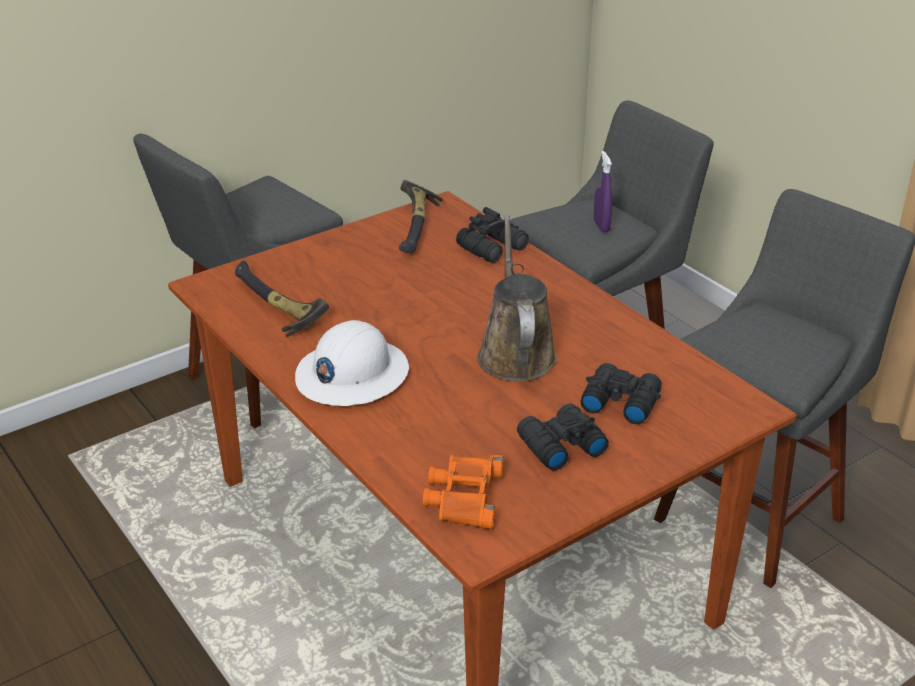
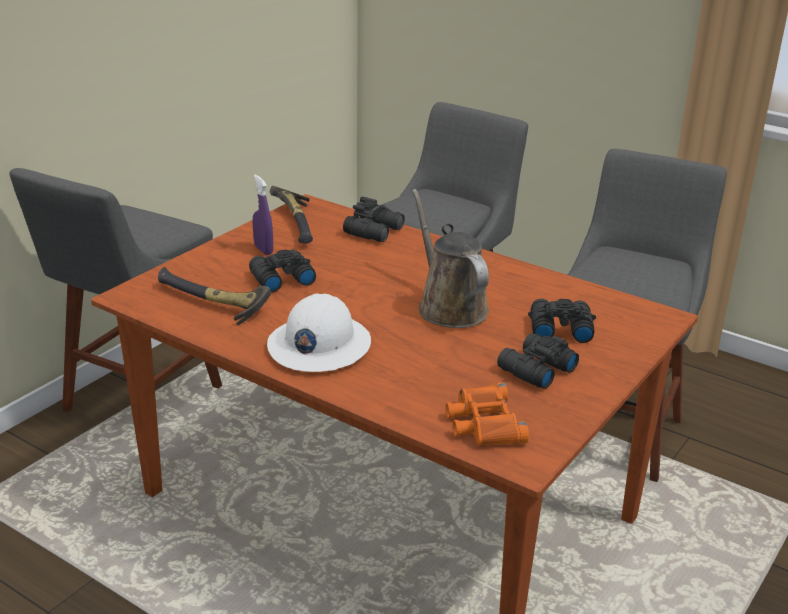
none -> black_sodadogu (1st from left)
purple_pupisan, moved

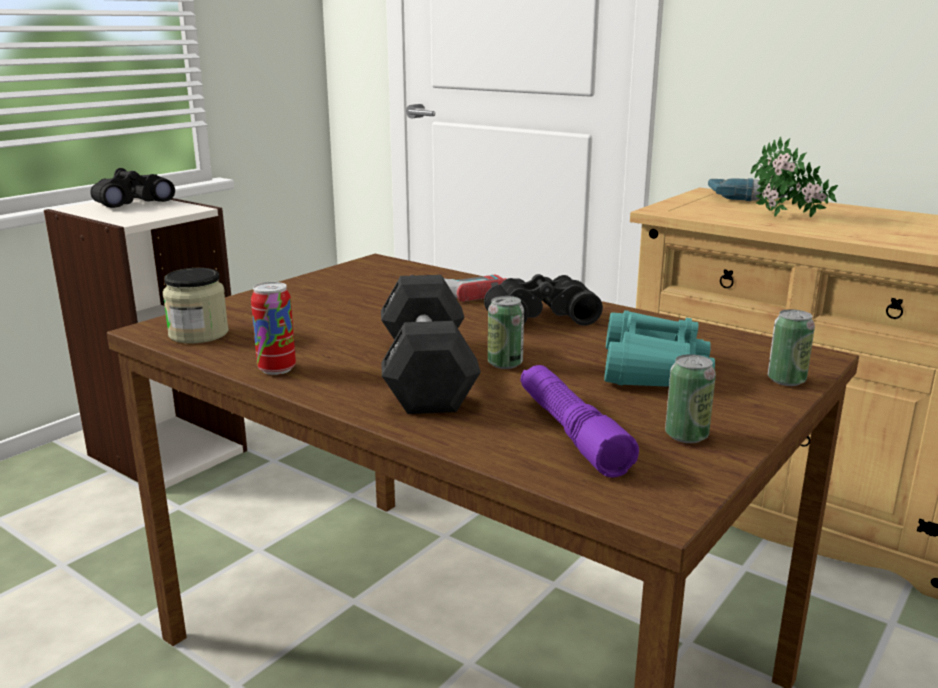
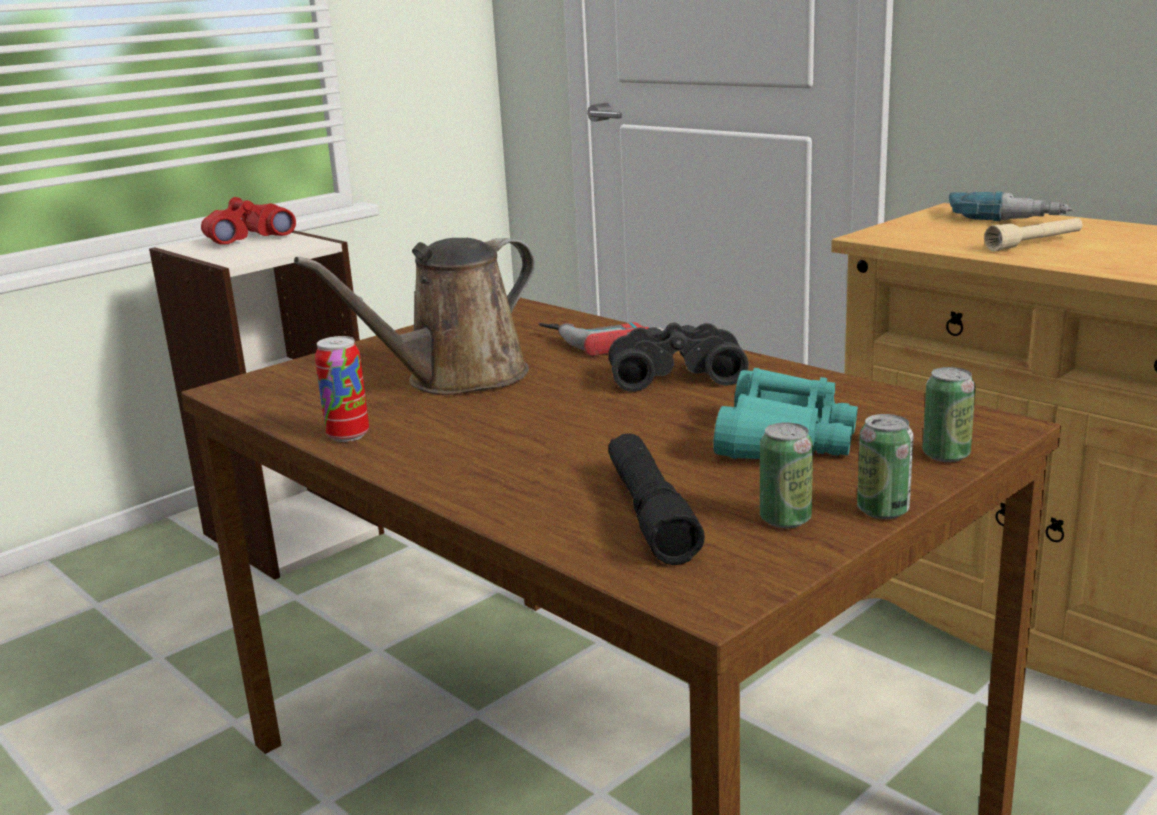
black_sodadogu (1st from left) -> red_sodadogu
none -> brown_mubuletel
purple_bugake -> black_bugake
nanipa (2nd from left in the first image) -> nanipa (3rd from left), moved
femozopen -> beige_bugake
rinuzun -> none
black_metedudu -> none

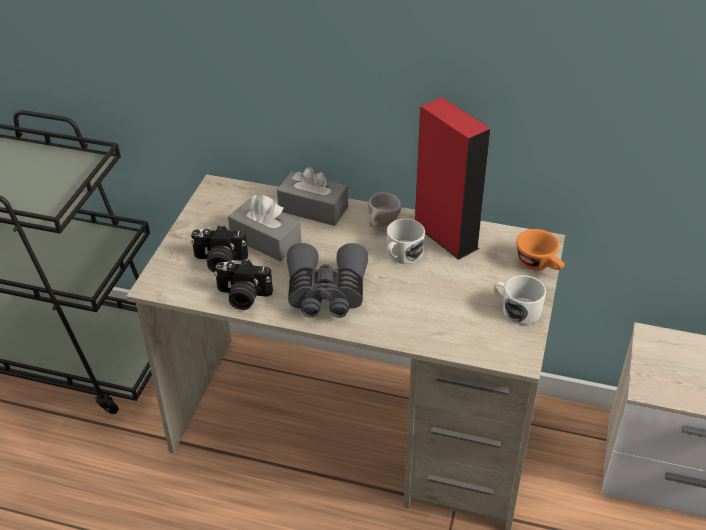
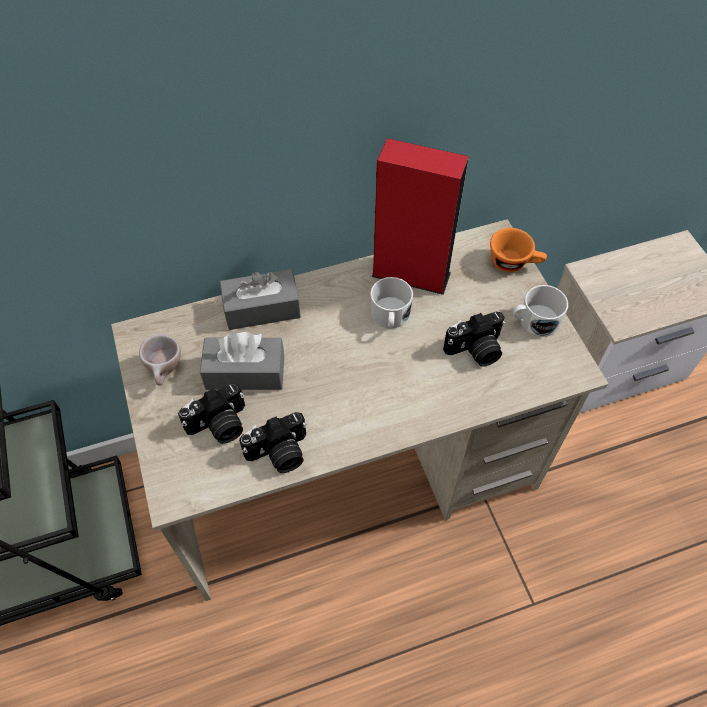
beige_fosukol, moved
none -> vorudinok (3rd from left)
grey_sodadogu -> none

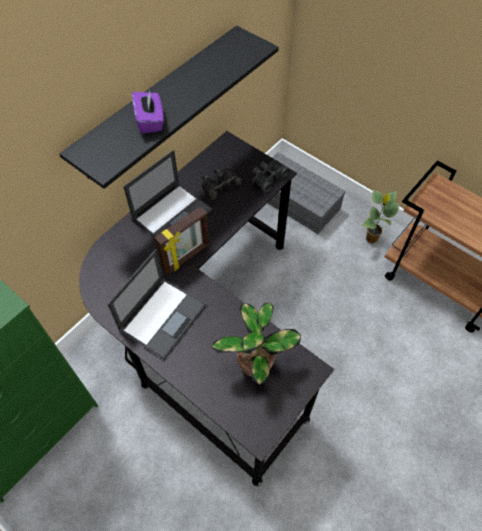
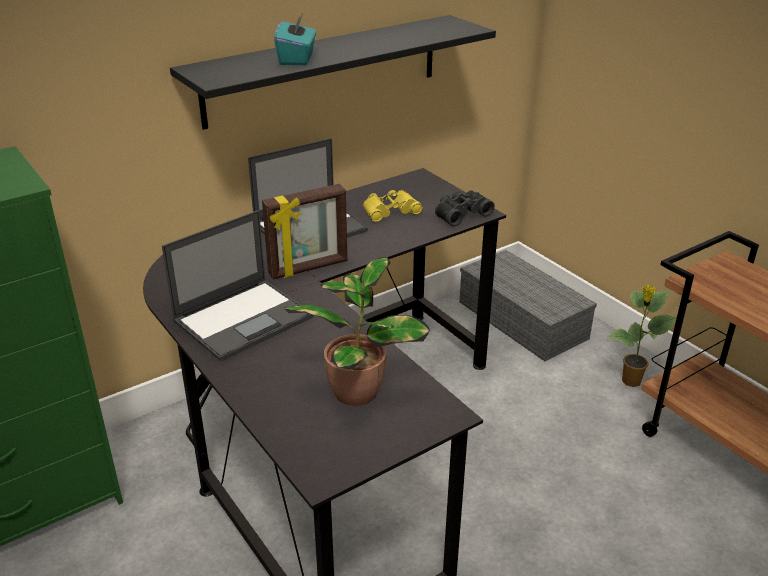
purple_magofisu -> turquoise_magofisu
black_sodadogu (1st from left) -> yellow_sodadogu

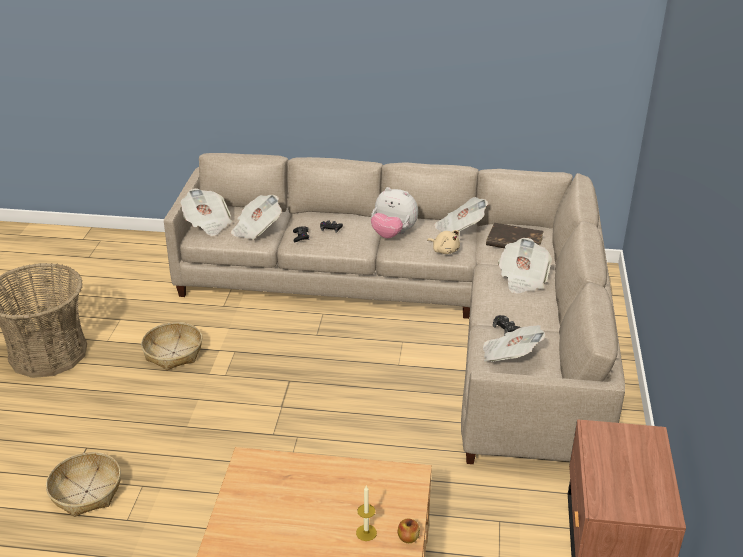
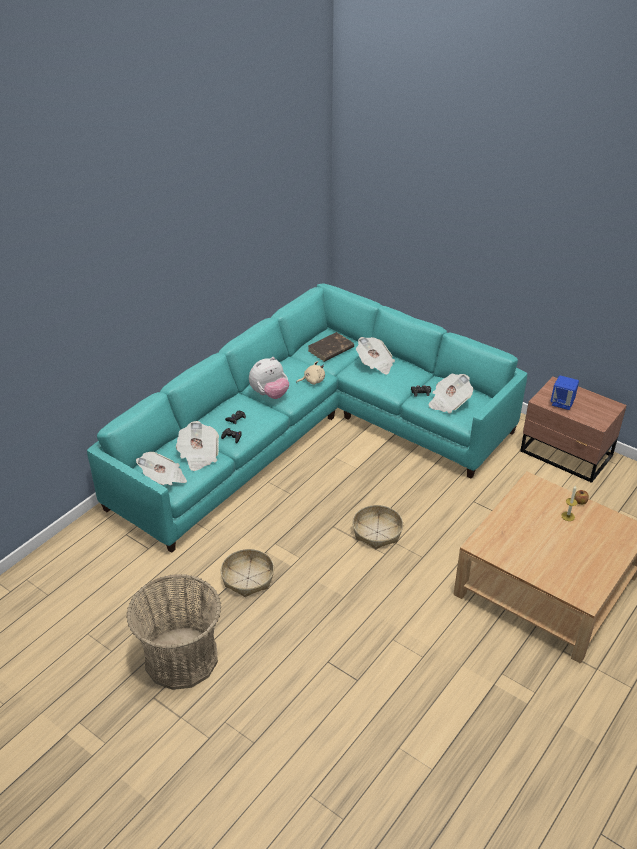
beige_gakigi -> turquoise_gakigi
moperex (2nd from left in the first image) -> moperex (3rd from left), moved
none -> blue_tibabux
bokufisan (3rd from left) -> none

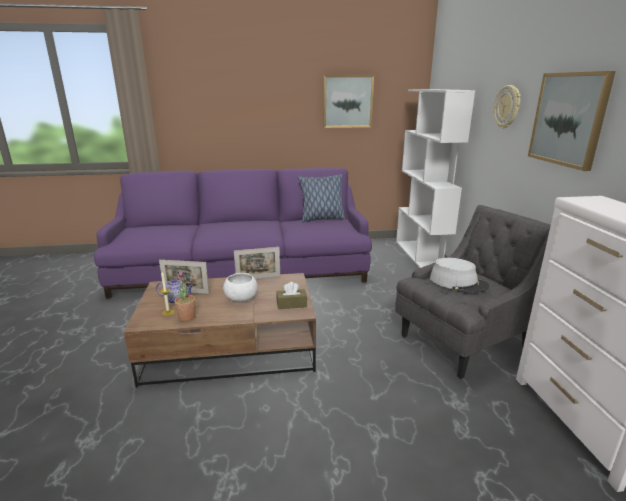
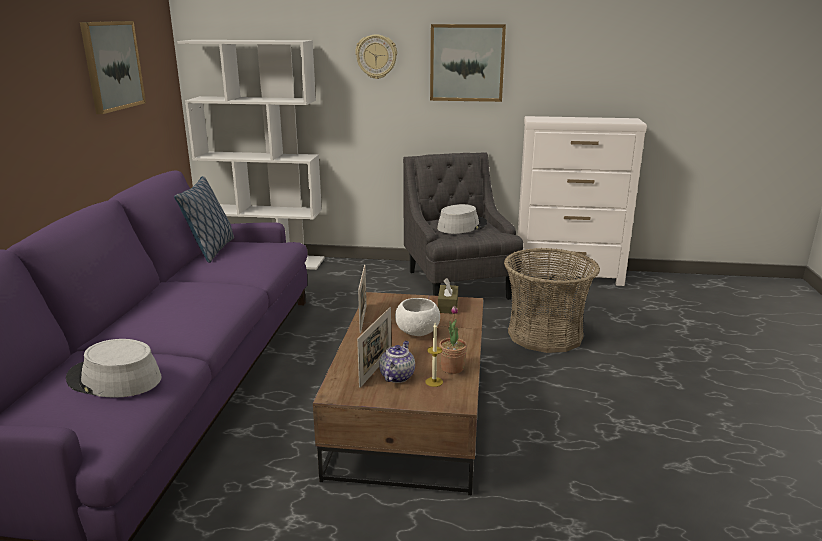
none -> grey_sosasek (1st from left)
none -> moperex

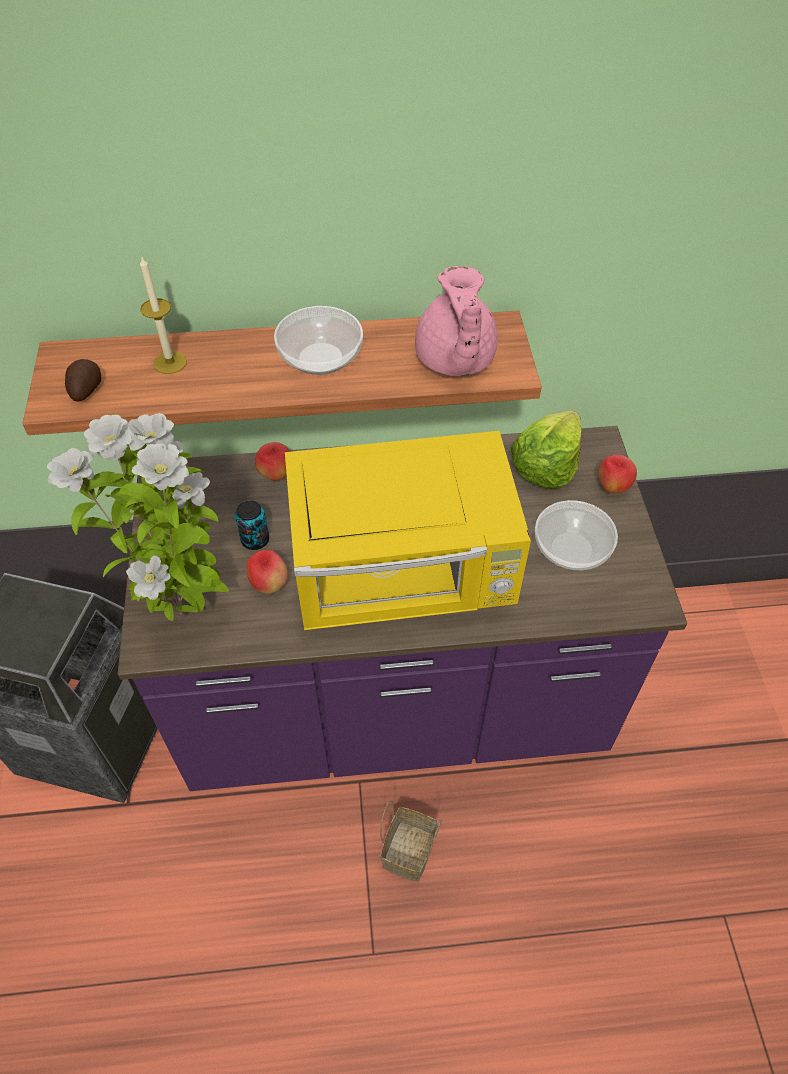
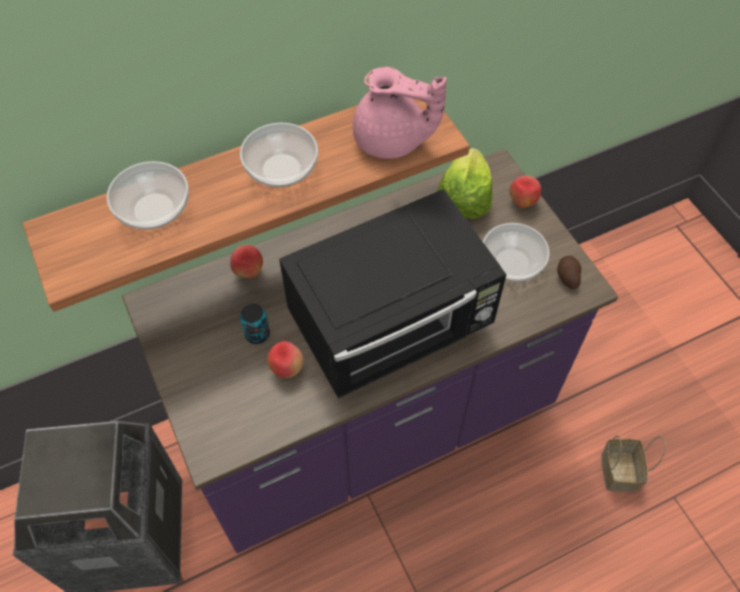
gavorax -> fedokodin (1st from left)
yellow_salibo -> black_salibo
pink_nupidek, 45 degrees counterclockwise
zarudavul, moved
moperex, moved
femozopen -> none

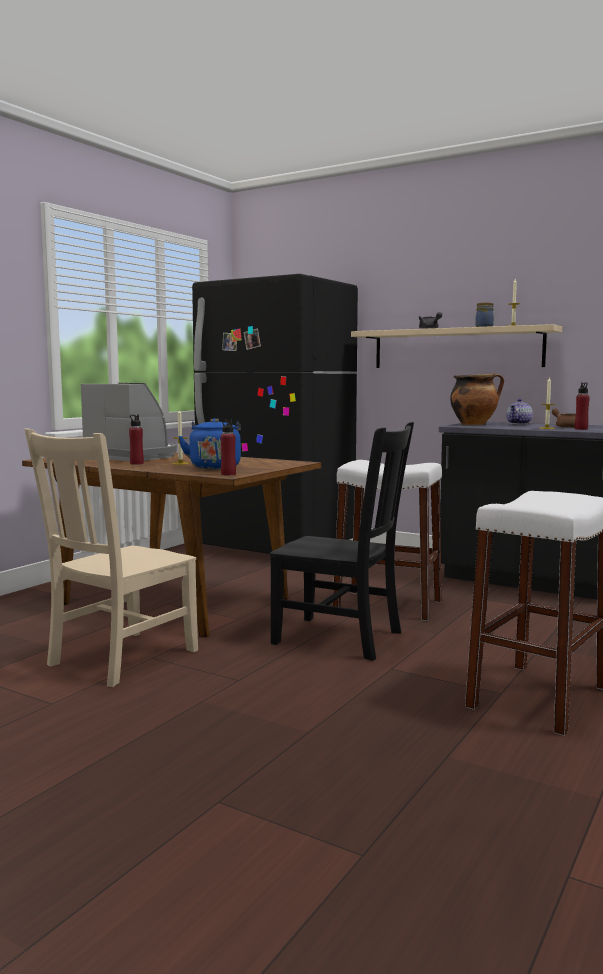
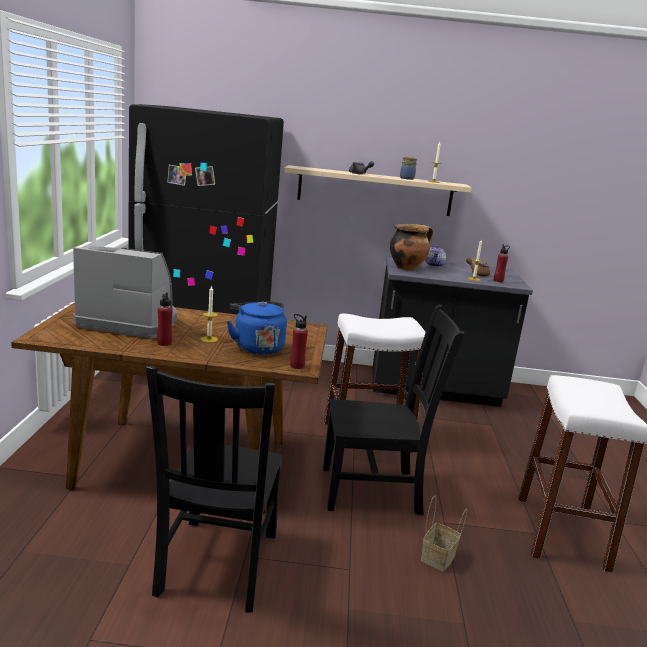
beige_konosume -> black_konosume (1st from left)
none -> moperex

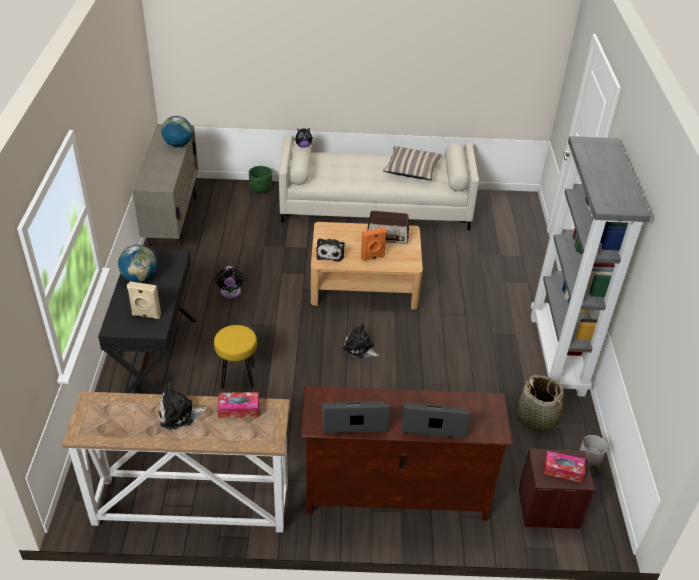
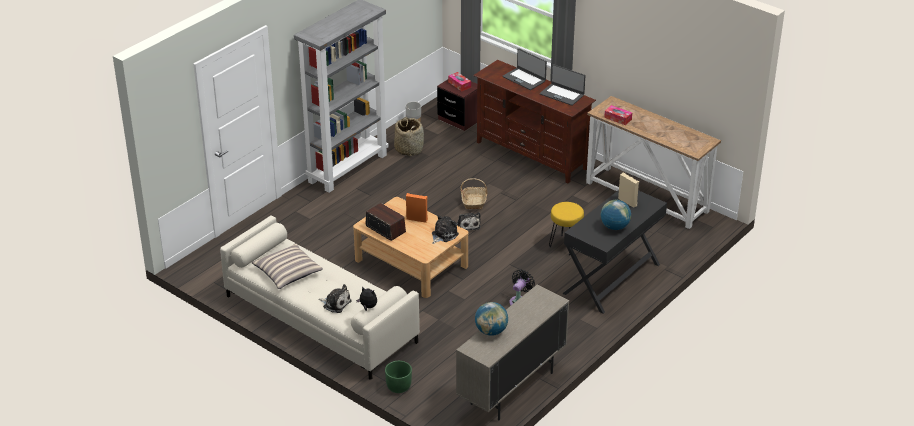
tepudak (1st from left), moved
none -> moperex (2nd from left)

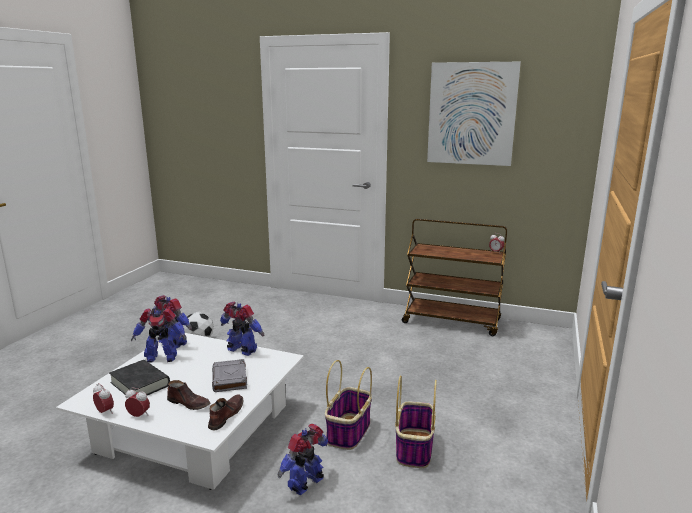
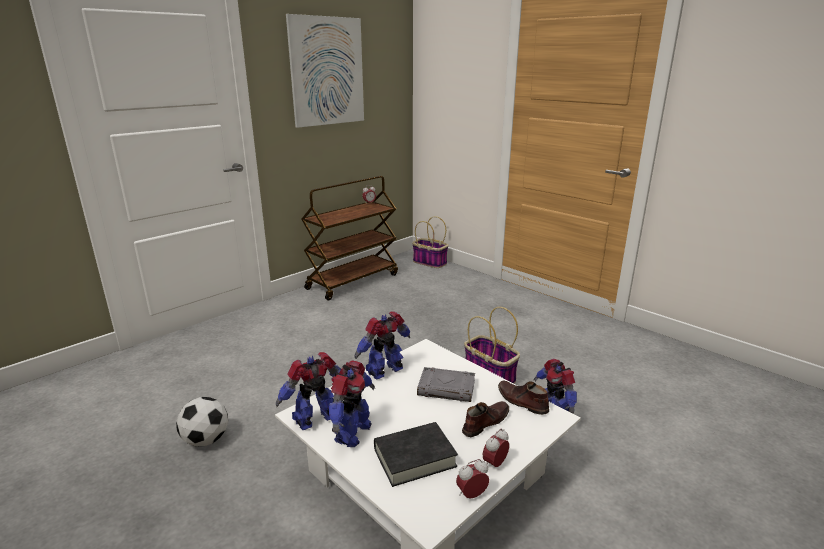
moperex (2nd from left in the first image) -> moperex (1st from left), moved

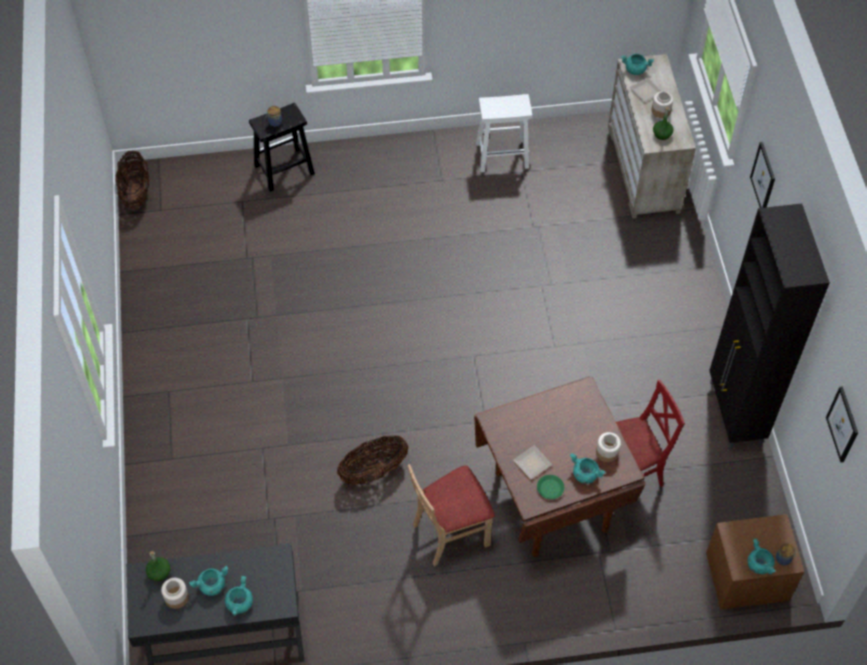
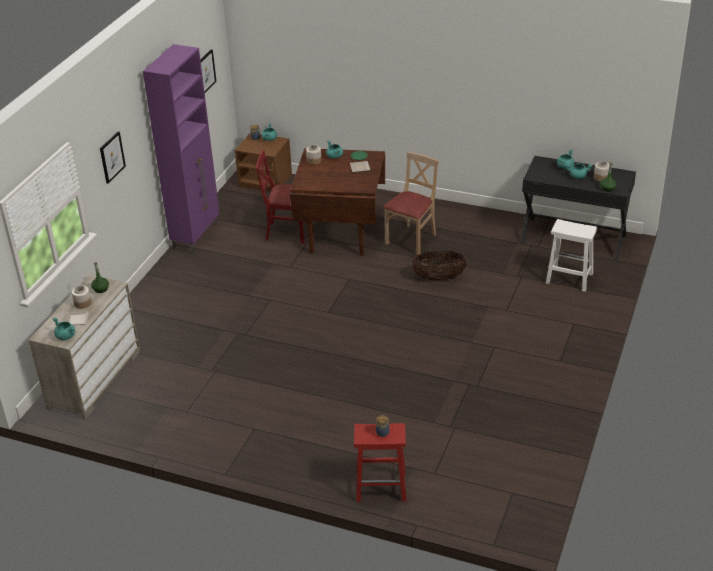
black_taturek -> purple_taturek
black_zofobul -> red_zofobul
beige_konosume, 60 degrees counterclockwise
white_zofobul, moved
moperex (1st from left) -> none

